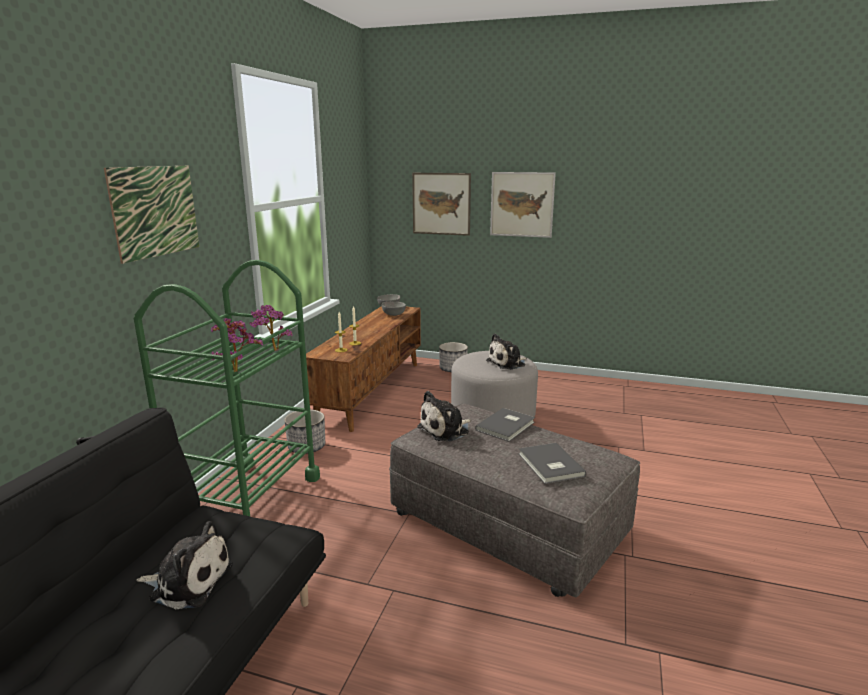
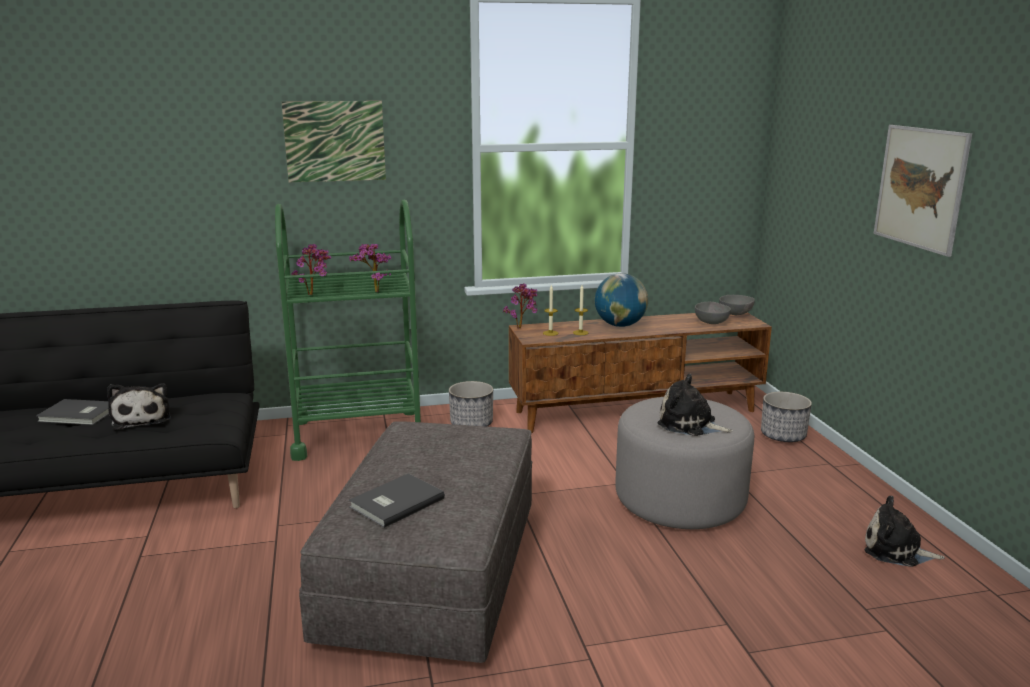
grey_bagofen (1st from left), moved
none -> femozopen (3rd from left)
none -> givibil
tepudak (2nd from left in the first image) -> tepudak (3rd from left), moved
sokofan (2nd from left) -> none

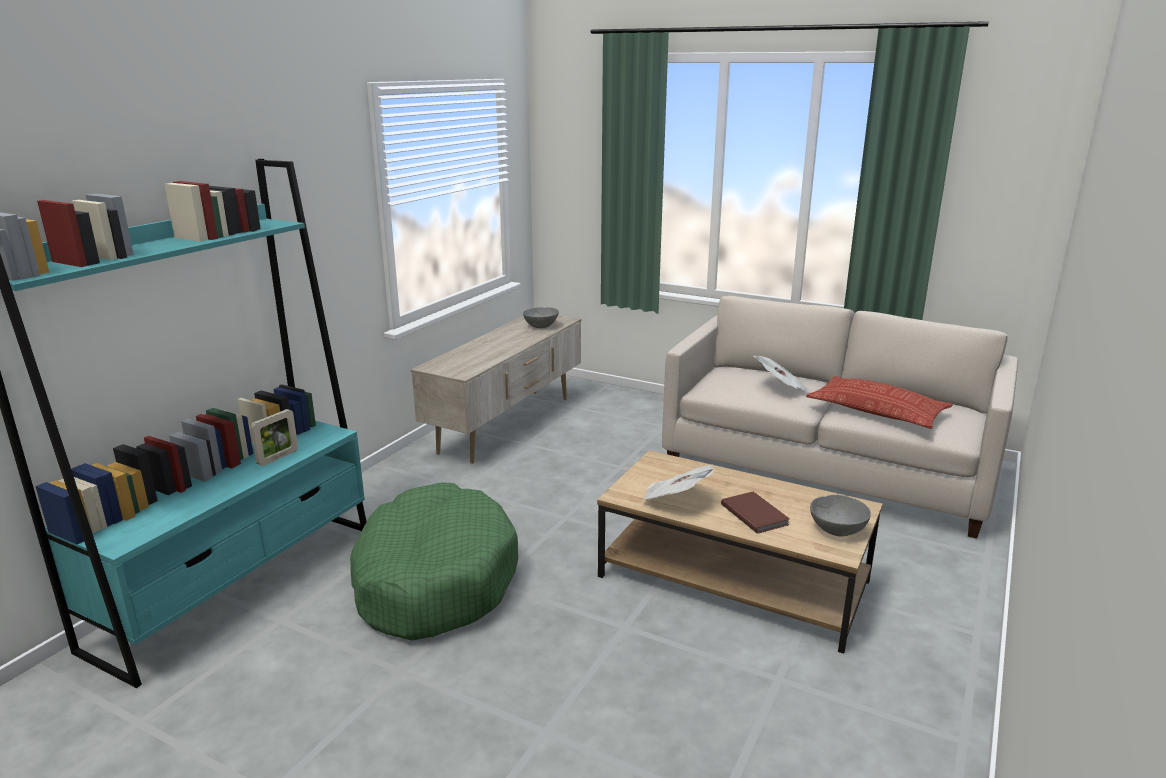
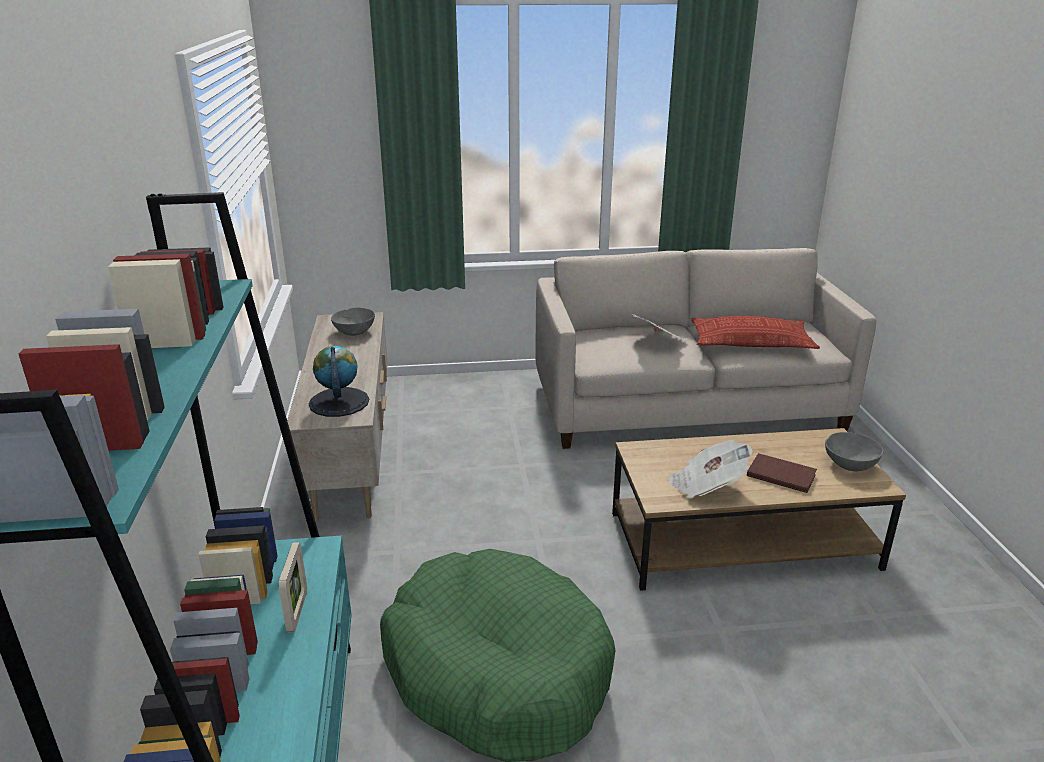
none -> givibil

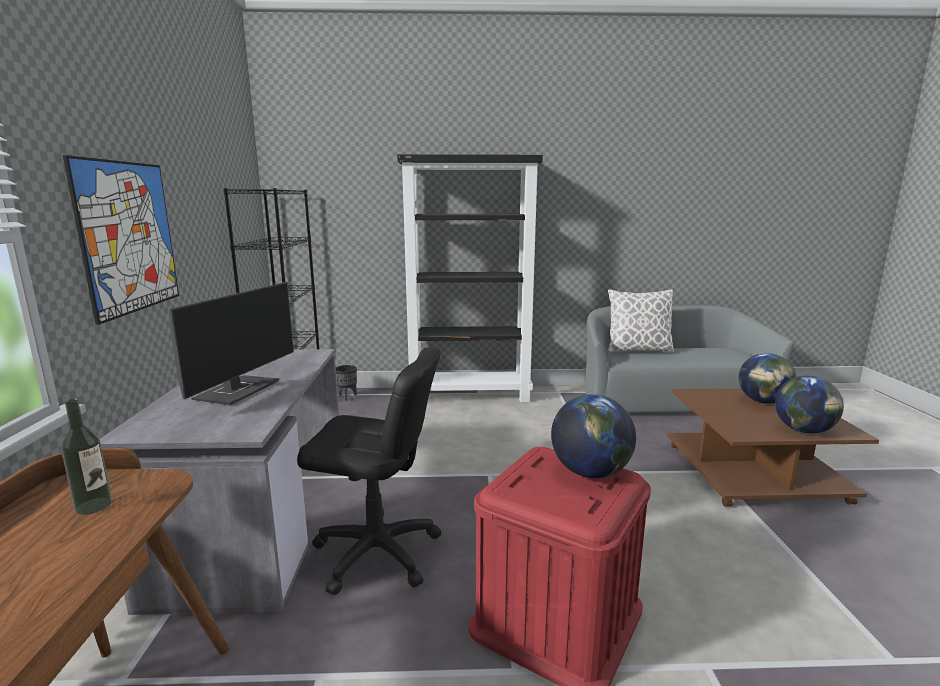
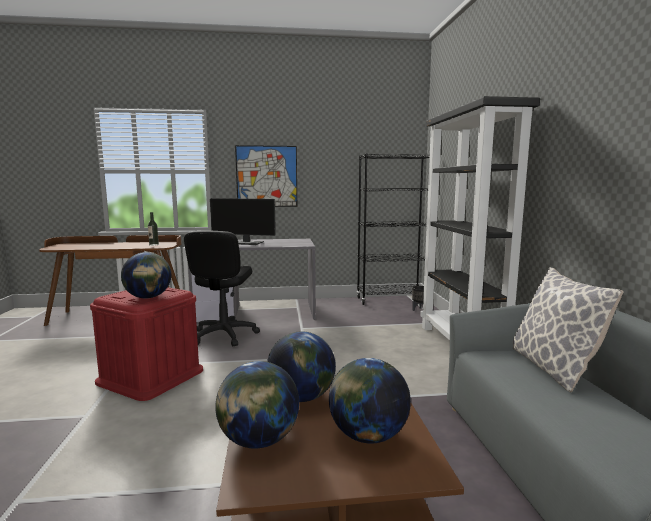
none -> givibil (3rd from left)

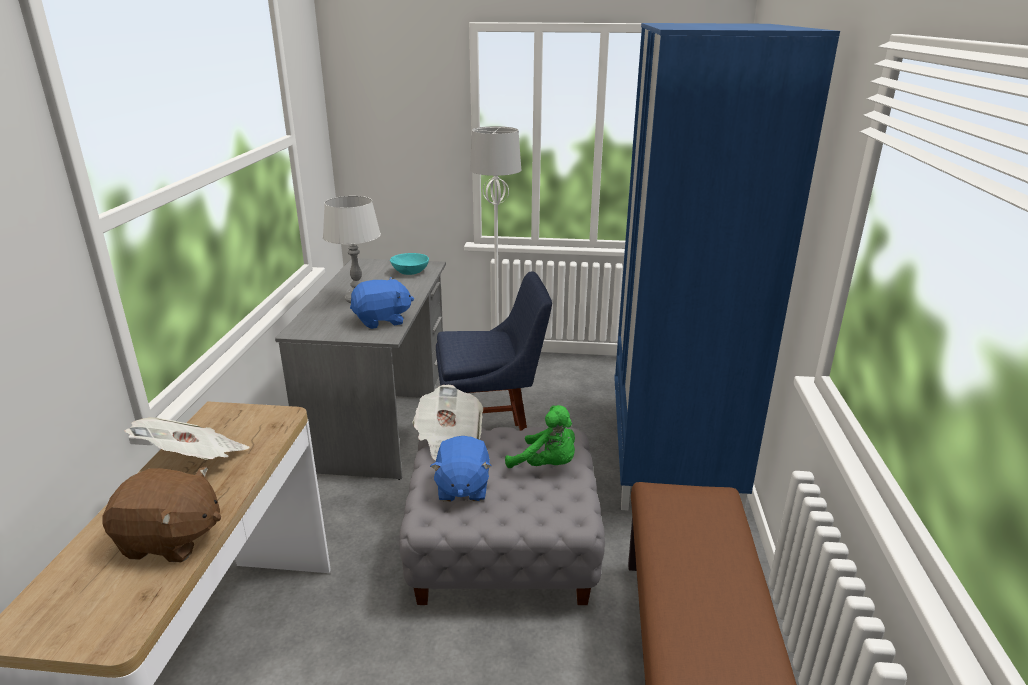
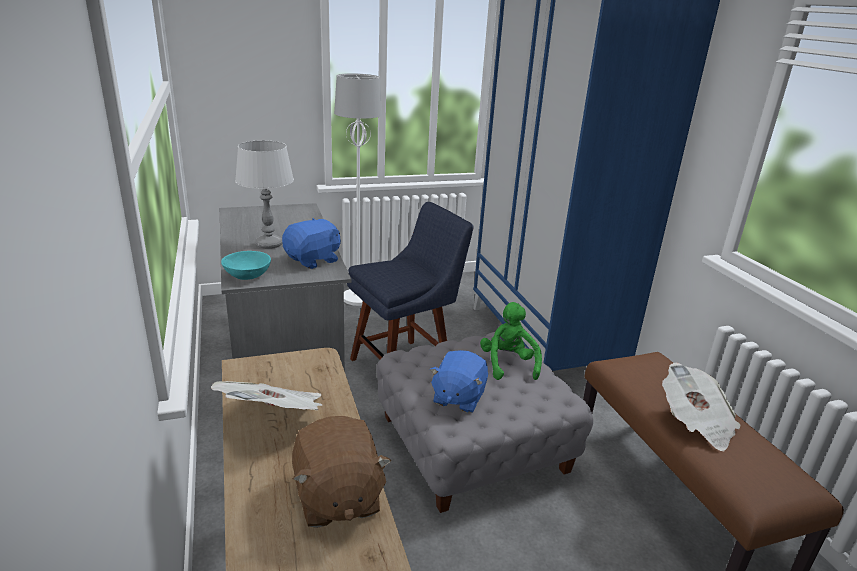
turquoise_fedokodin, moved
brown_tepudak, 90 degrees clockwise
blue_tepudak (2nd from left), 45 degrees clockwise
green_tepudak, 105 degrees counterclockwise
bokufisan (2nd from left), moved

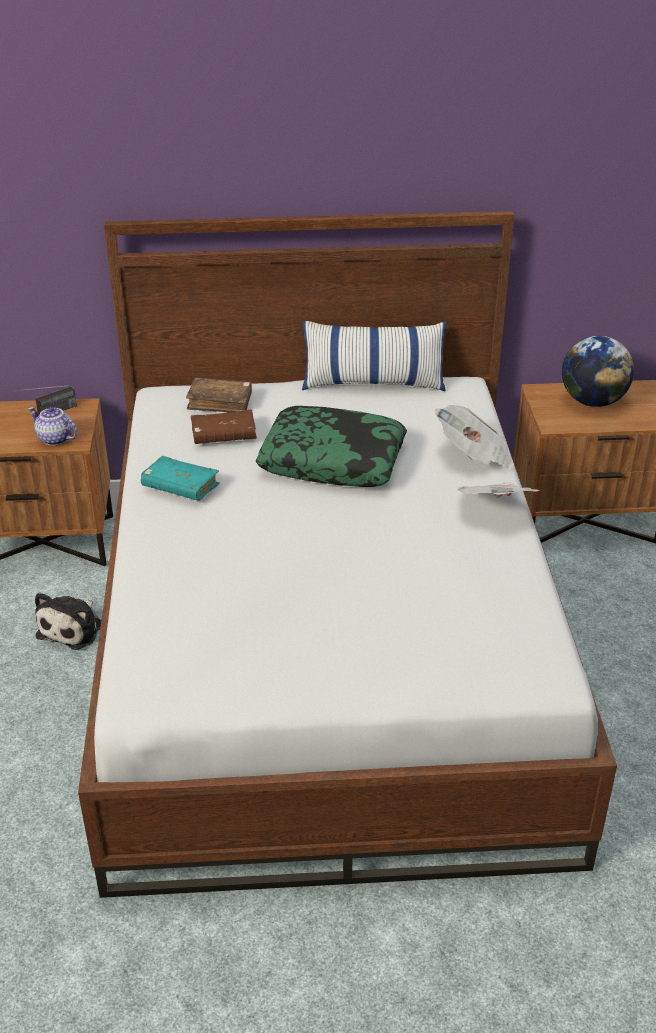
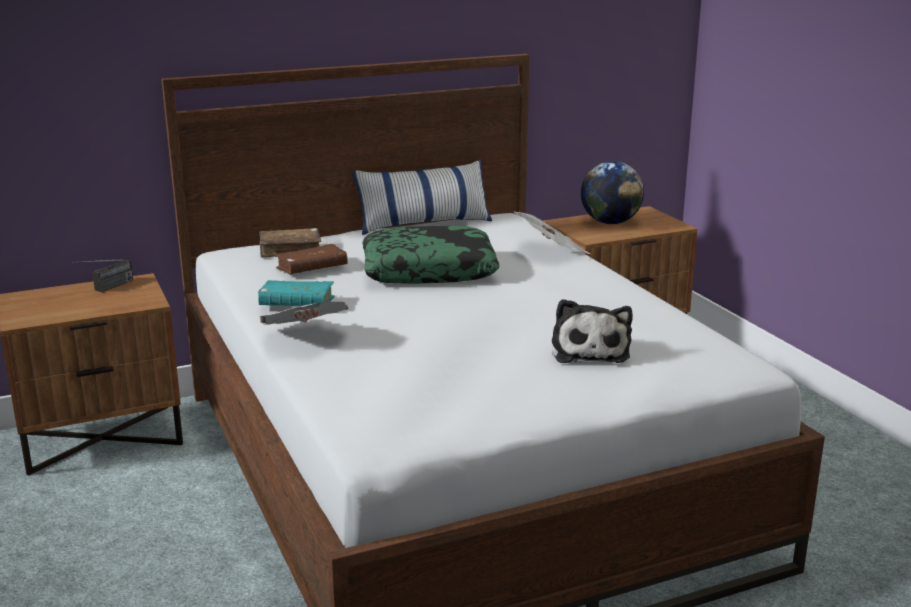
bokufisan (2nd from left in the first image) -> bokufisan (1st from left), moved
tepudak, moved
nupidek -> none

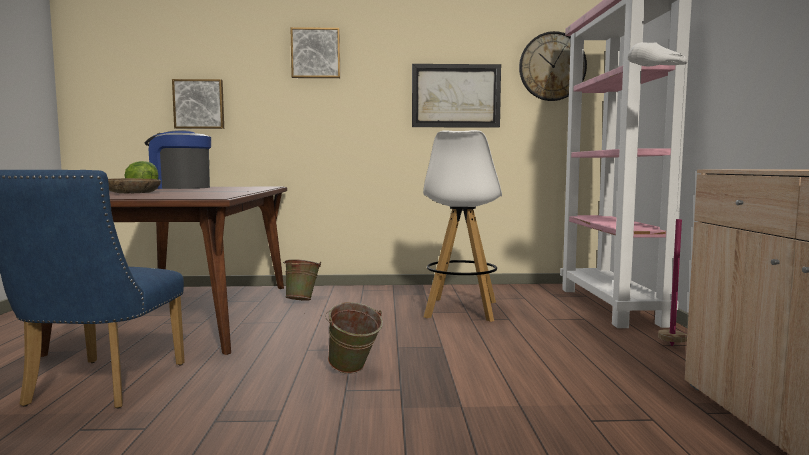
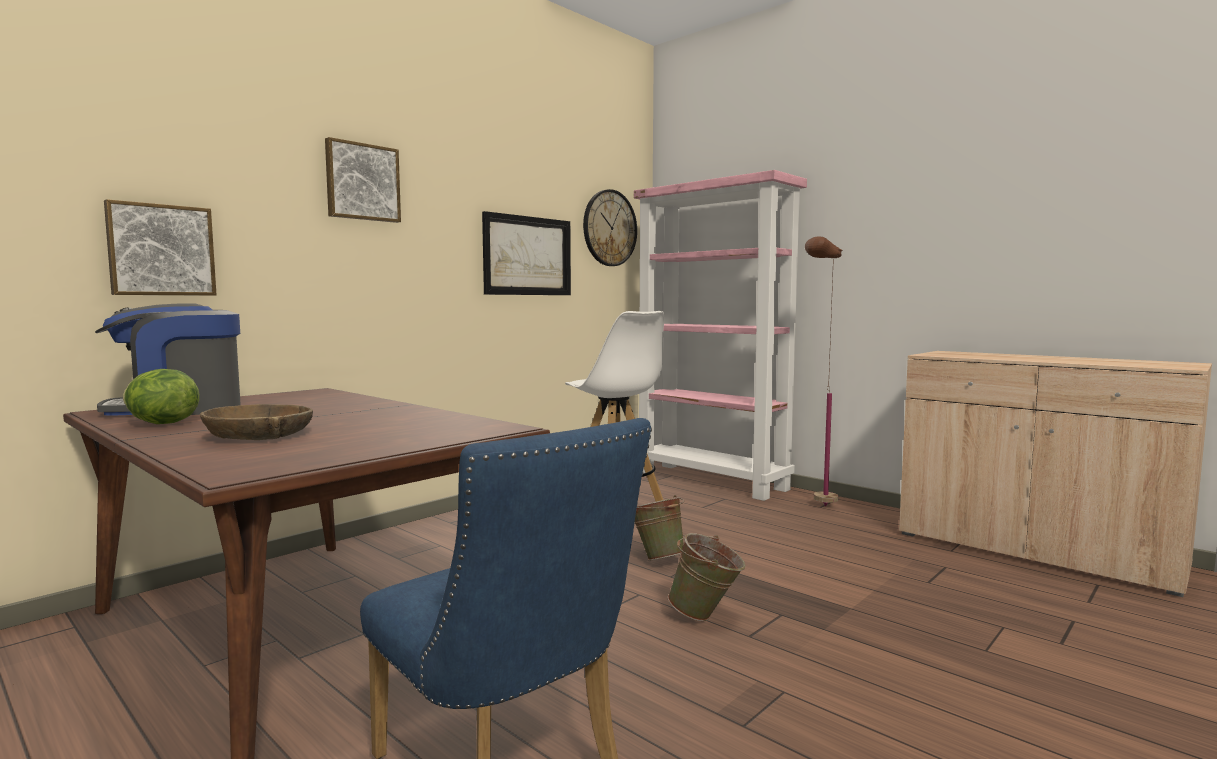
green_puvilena (1st from left), moved
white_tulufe -> brown_tulufe

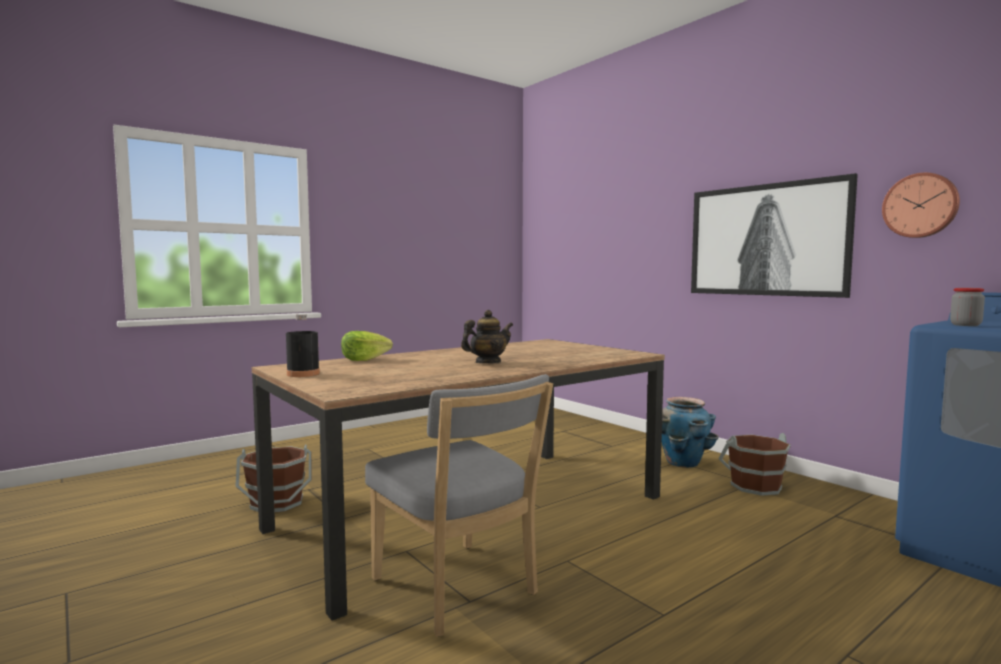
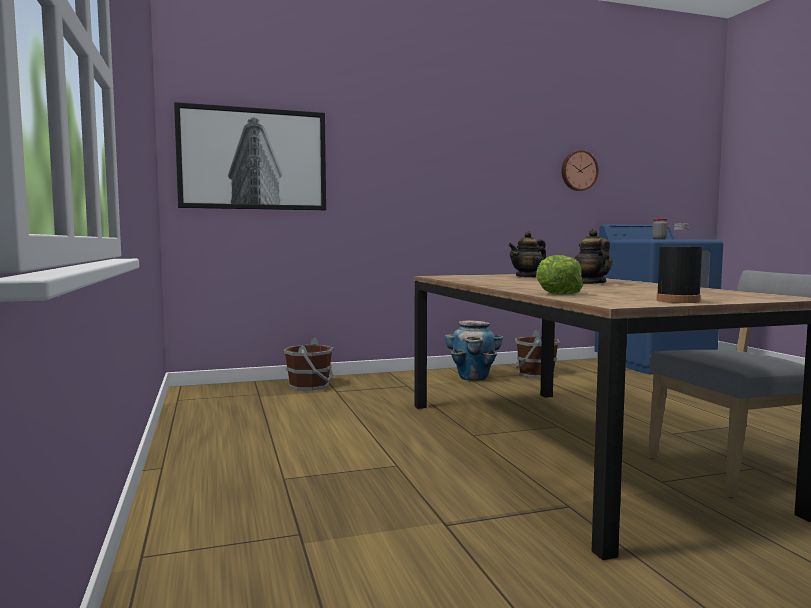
sokofan, moved
brown_puvilena (1st from left), moved
none -> nupidek (1st from left)

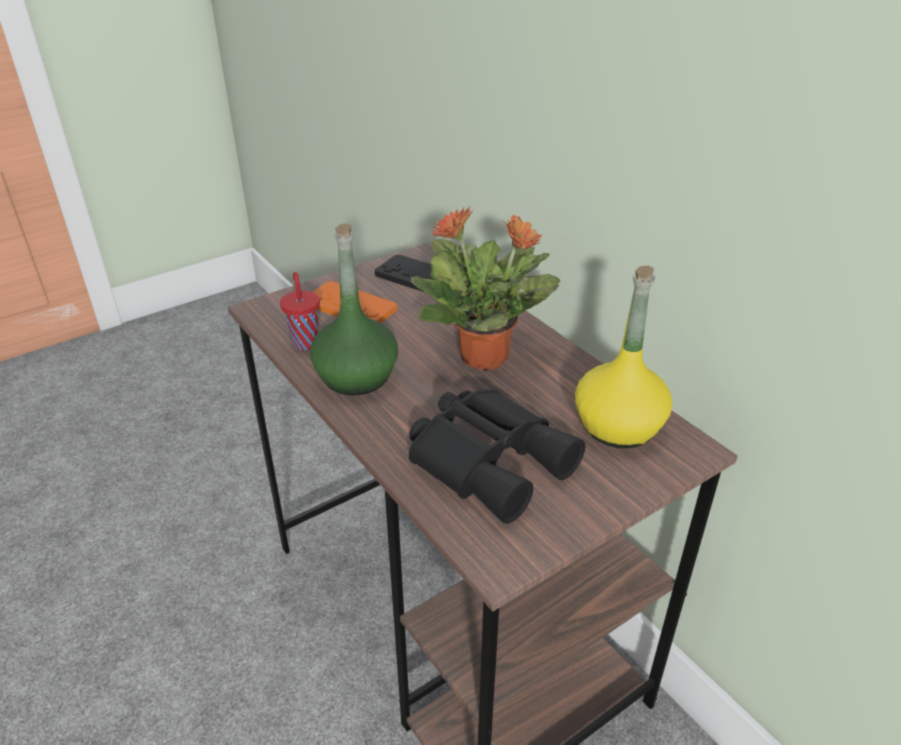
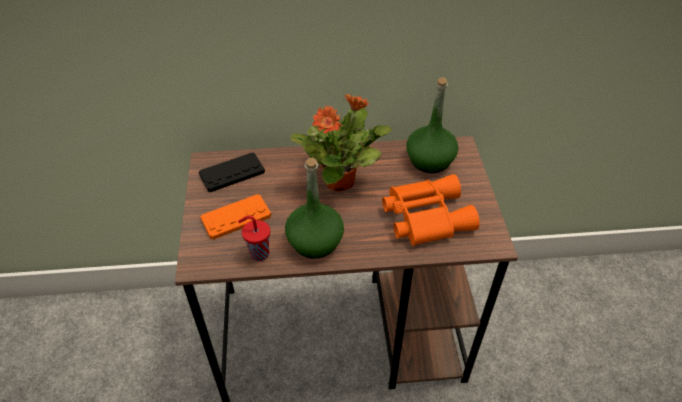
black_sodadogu -> orange_sodadogu
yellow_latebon -> green_latebon (2nd from left)

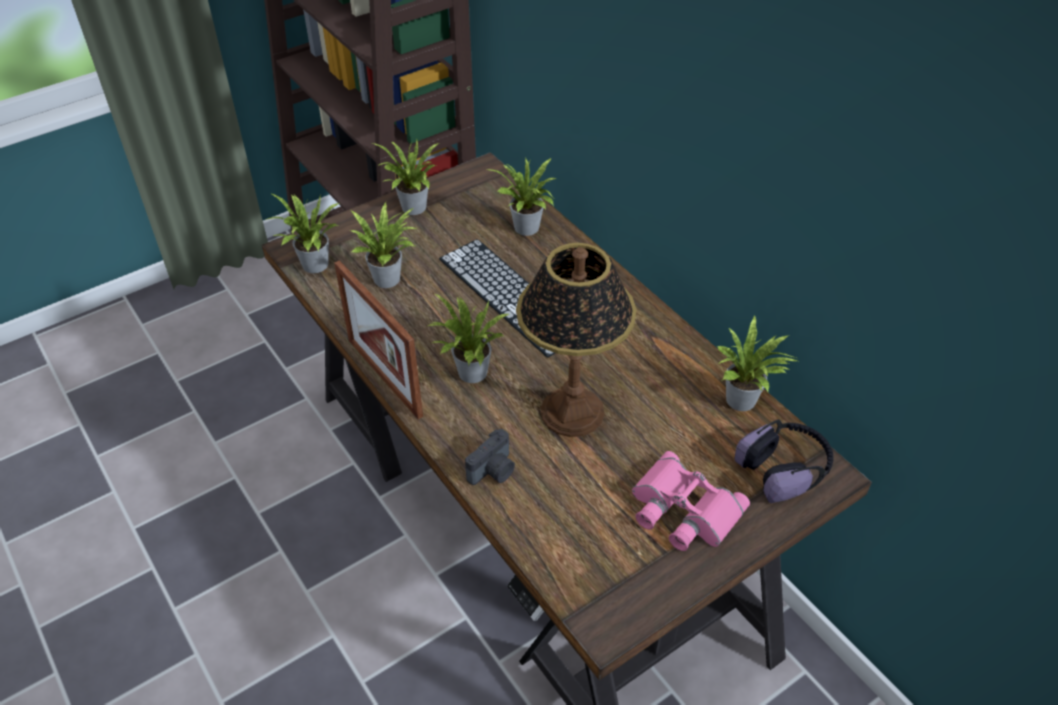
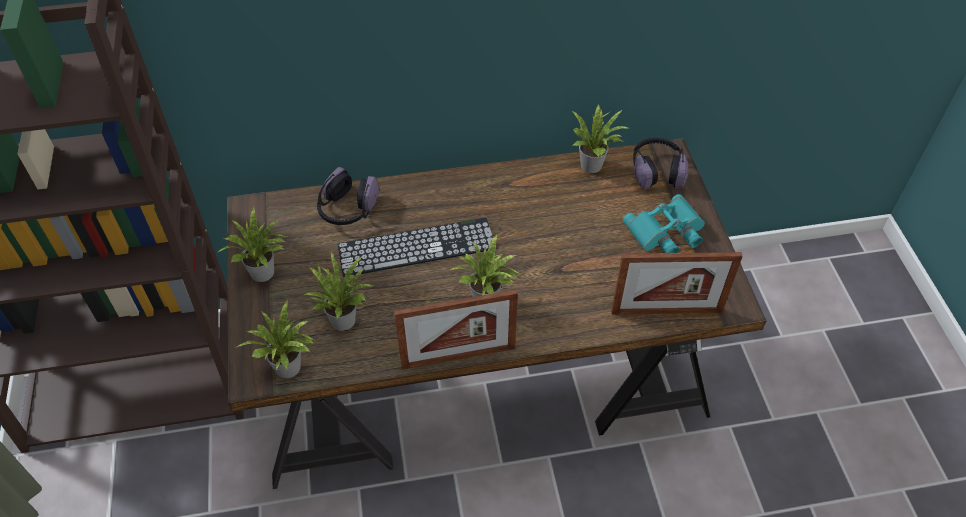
femozopen (5th from left) -> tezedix (1st from left)
none -> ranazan (2nd from left)
pink_sodadogu -> turquoise_sodadogu
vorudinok -> none
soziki -> none

